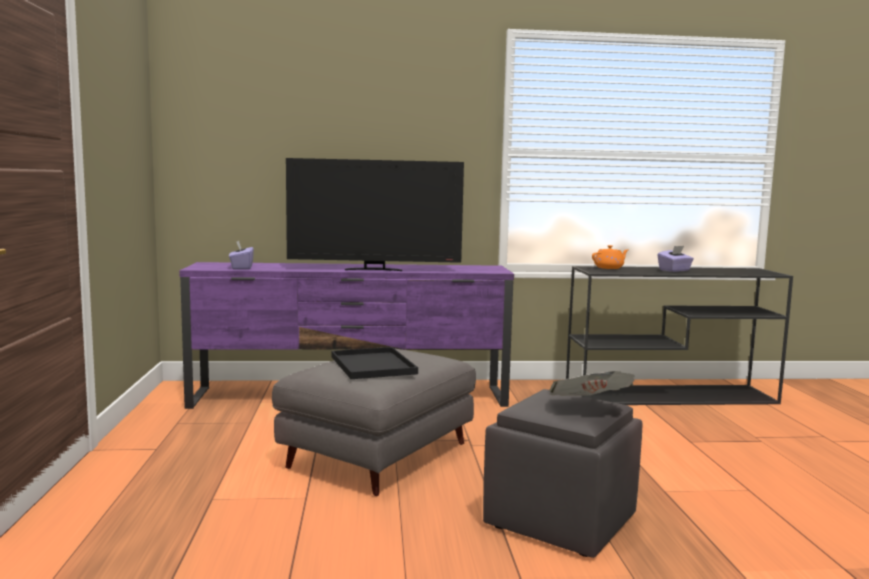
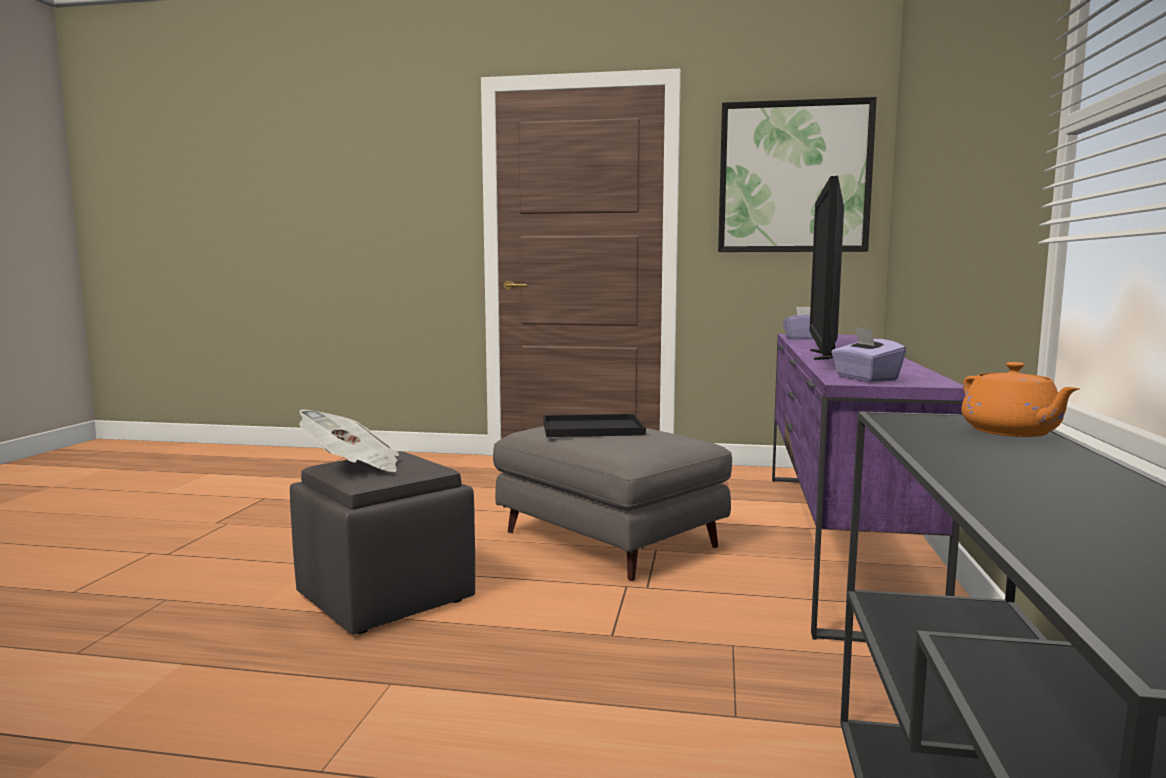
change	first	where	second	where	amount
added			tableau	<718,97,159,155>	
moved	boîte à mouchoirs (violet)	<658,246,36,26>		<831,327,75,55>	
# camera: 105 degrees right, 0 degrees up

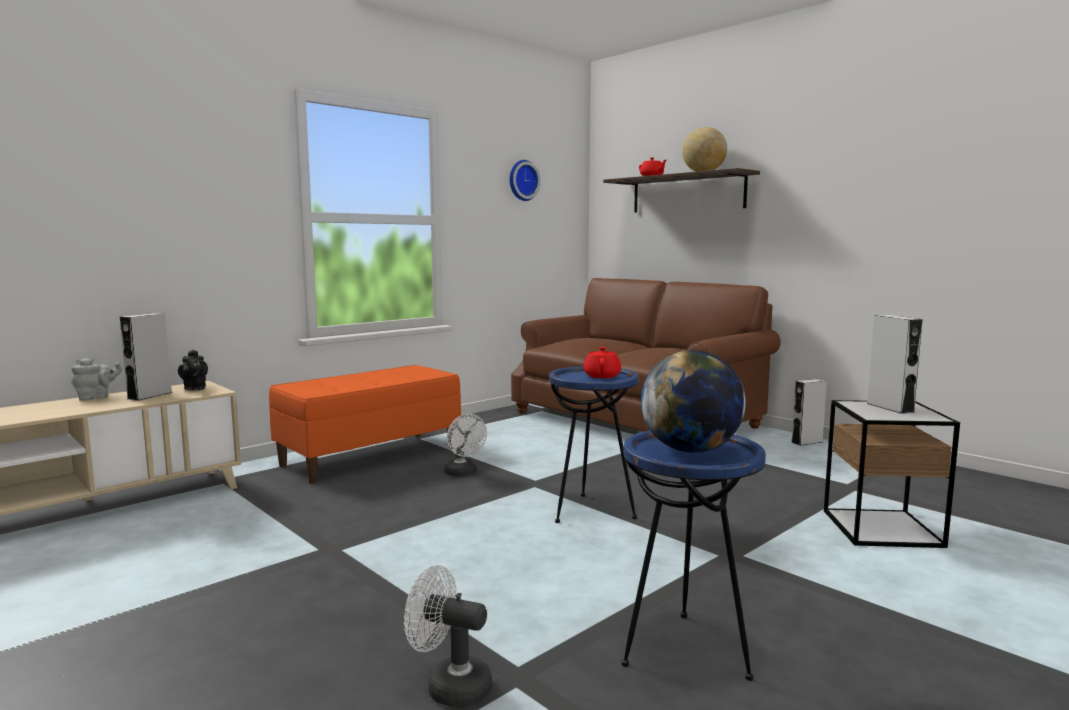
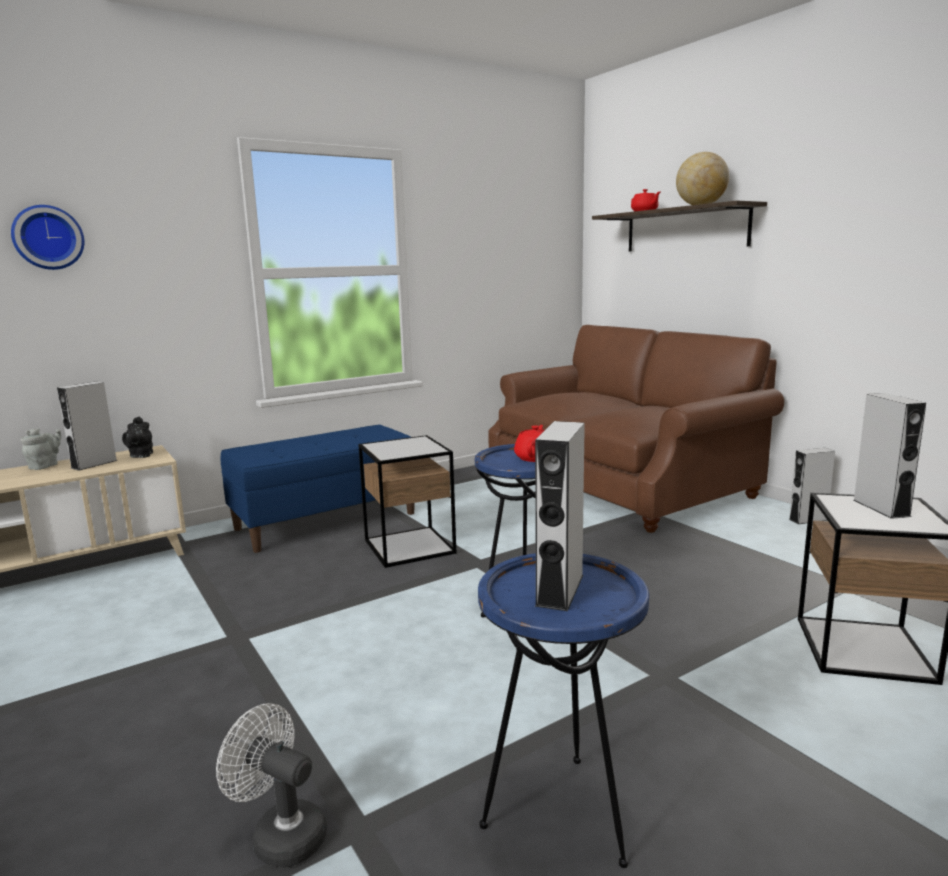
change	first	where	second	where	amount
moved	horloge murale	<510,160,31,41>		<11,205,73,65>	
replaced	ventilateur (blanc)	<444,414,43,63>	table d'appoint	<358,435,98,133>	
replaced	globe	<641,350,105,103>	enceinte (gris)	<535,421,50,190>	
recoloured	banc (orange)	<269,365,192,119>	banc (bleu)	<220,425,195,128>	
turned	théière (gris)	<71,358,51,43>		<20,428,42,42>	45 degrees counterclockwise
# camera: 10 degrees right, 5 degrees up

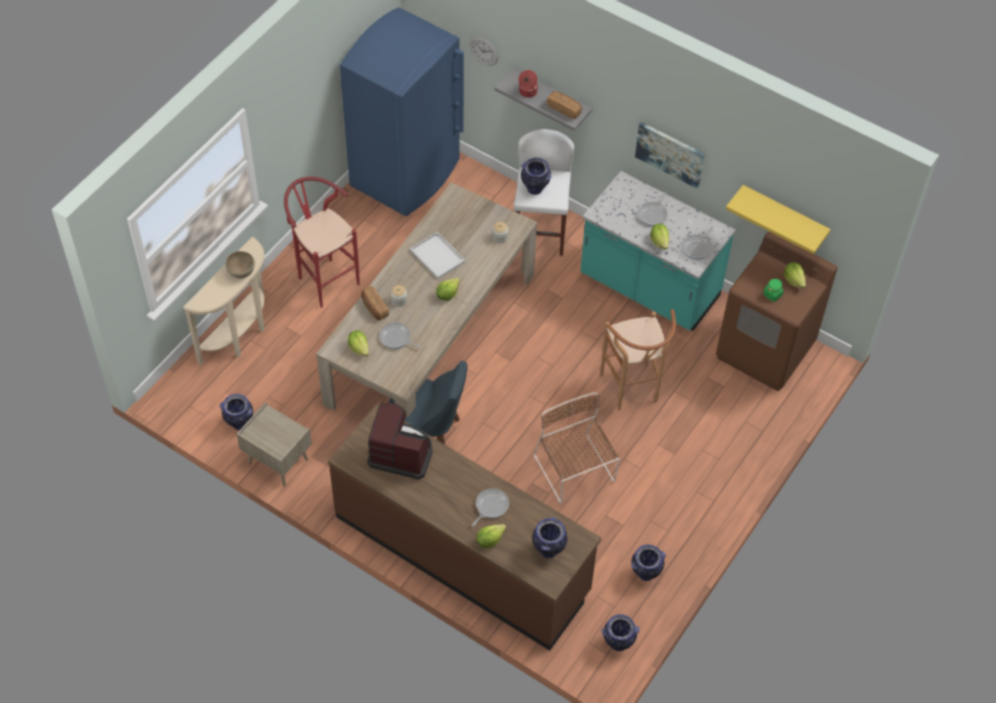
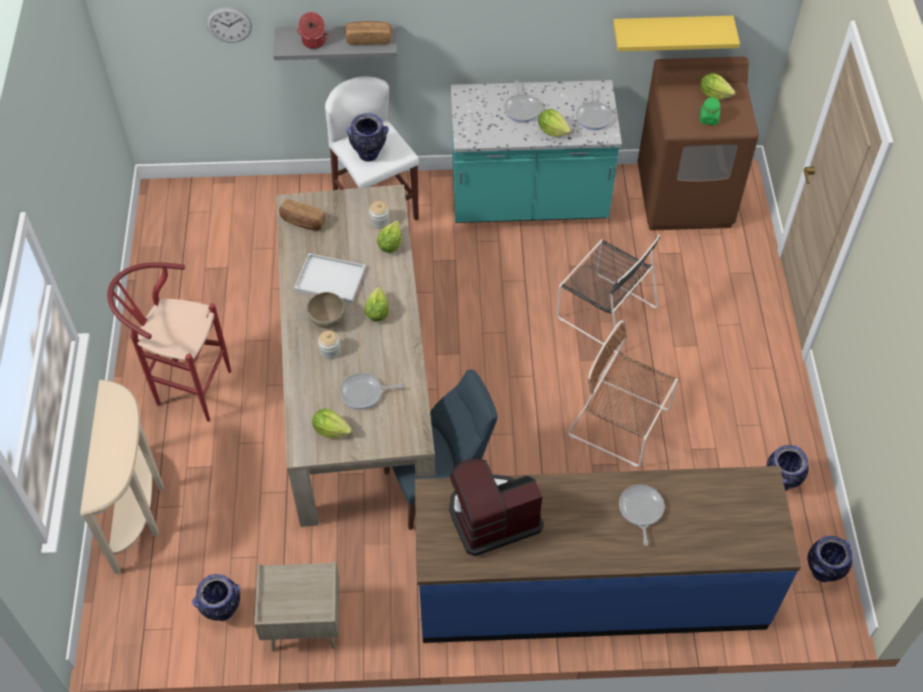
change	first	where	second	where	amount
removed	réfrigérateur (bleu)	<340,7,124,209>			
removed	vase	<532,517,35,41>			
removed	tableau	<635,122,70,66>			
moved	bol (marron)	<225,251,30,27>		<306,292,40,36>	
moved	pain	<361,286,28,34>		<279,199,47,32>	
moved	laitue	<477,524,29,24>		<377,220,25,32>	
replaced	tabouret (marron)	<600,309,76,102>	chaise (noir)	<557,234,103,119>	
recoloured	comptoir de cuisine (marron)	<328,404,273,247>	comptoir de cuisine (bleu)	<415,466,386,177>	
# camera: 35 degrees left, 0 degrees up

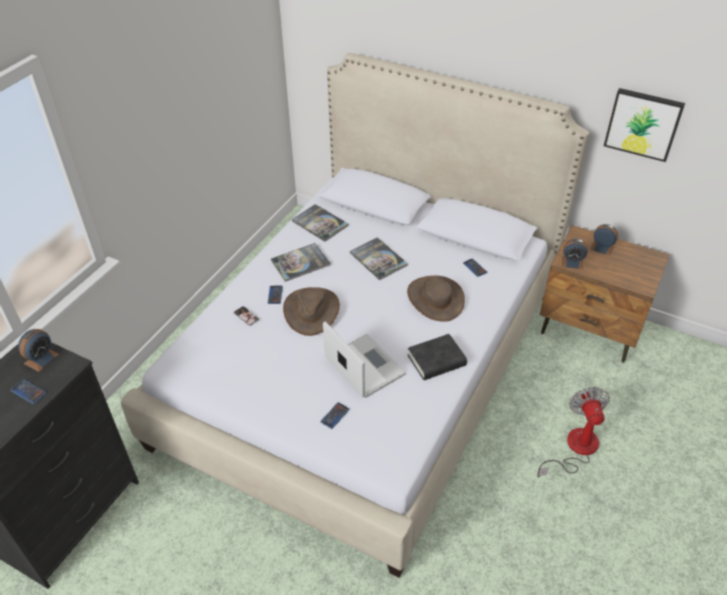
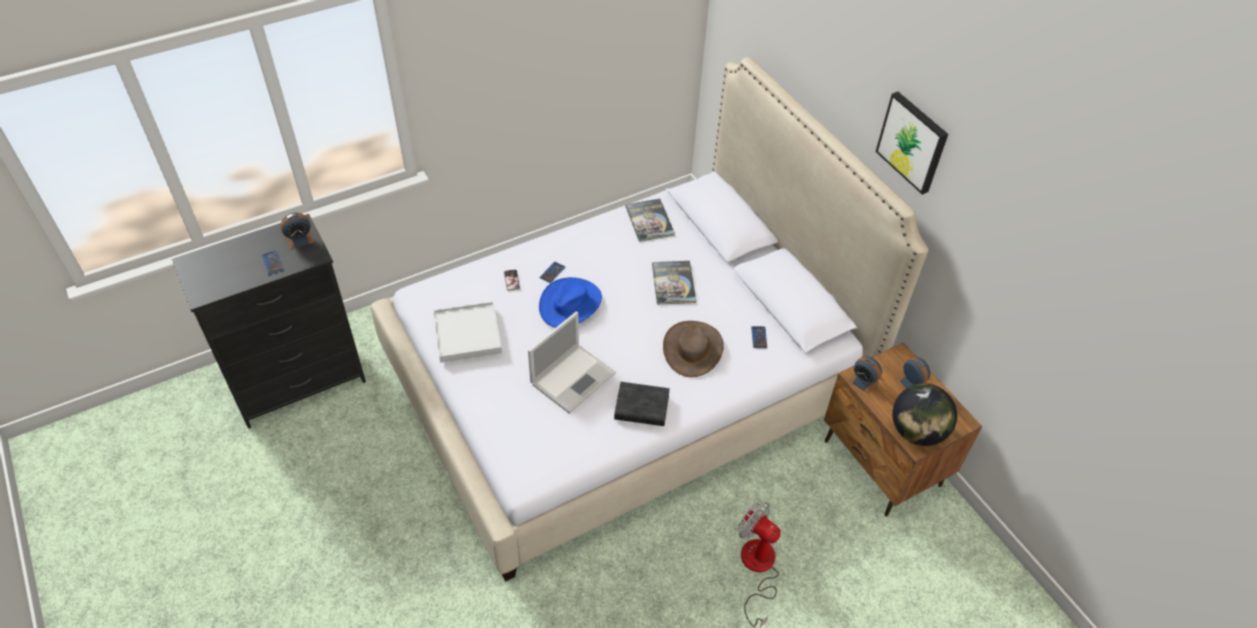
change	first	where	second	where	amount
removed	livre	<271,243,59,39>			
removed	téléphone	<320,402,30,27>			
added			plateau (blanc)	<434,302,68,61>	
added			globe	<892,383,65,63>	
moved	tableau	<604,88,81,74>		<876,92,72,102>	
recoloured	chapeau (marron)	<283,287,57,49>	chapeau (bleu)	<539,277,63,51>	
turned	ordinateur portable	<323,321,83,77>		<528,312,88,102>	45 degrees clockwise
turned	ventilateur	<537,387,73,91>		<738,501,43,127>	75 degrees counterclockwise
# camera: 30 degrees right, 5 degrees up

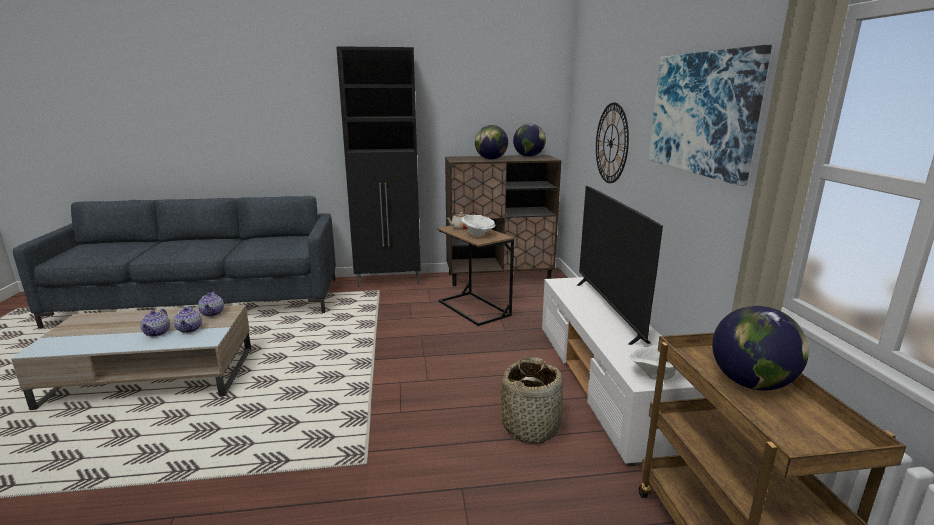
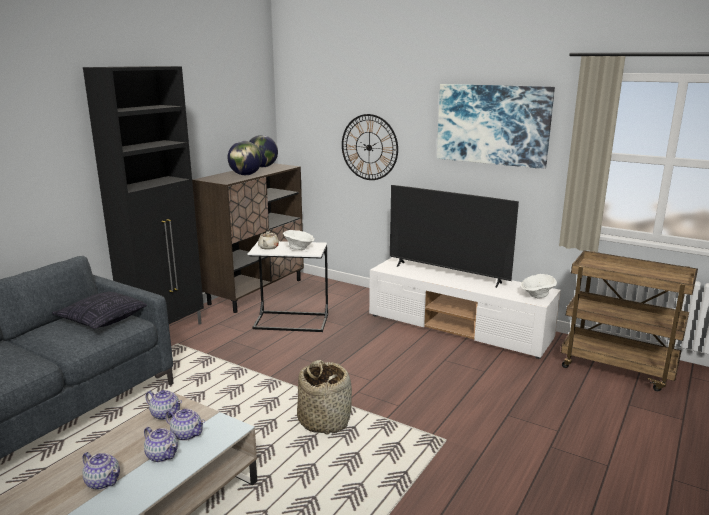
change	first	where	second	where	amount
removed	globe	<712,306,97,84>			
added			coussin	<52,292,95,37>	
added			théière	<82,452,38,38>	
moved	panier	<501,357,62,87>		<297,360,55,74>	
recoloured	table d'appoint (marron)	<437,226,77,100>	table d'appoint (blanc)	<248,241,80,91>	
# camera: 50 degrees left, 0 degrees up

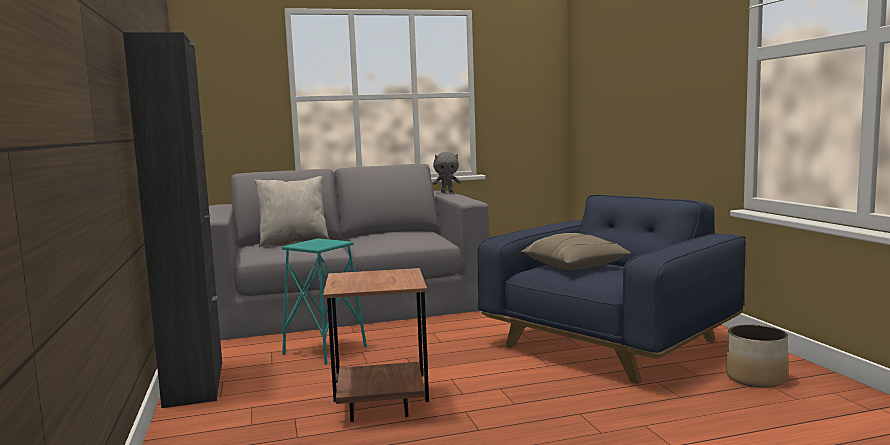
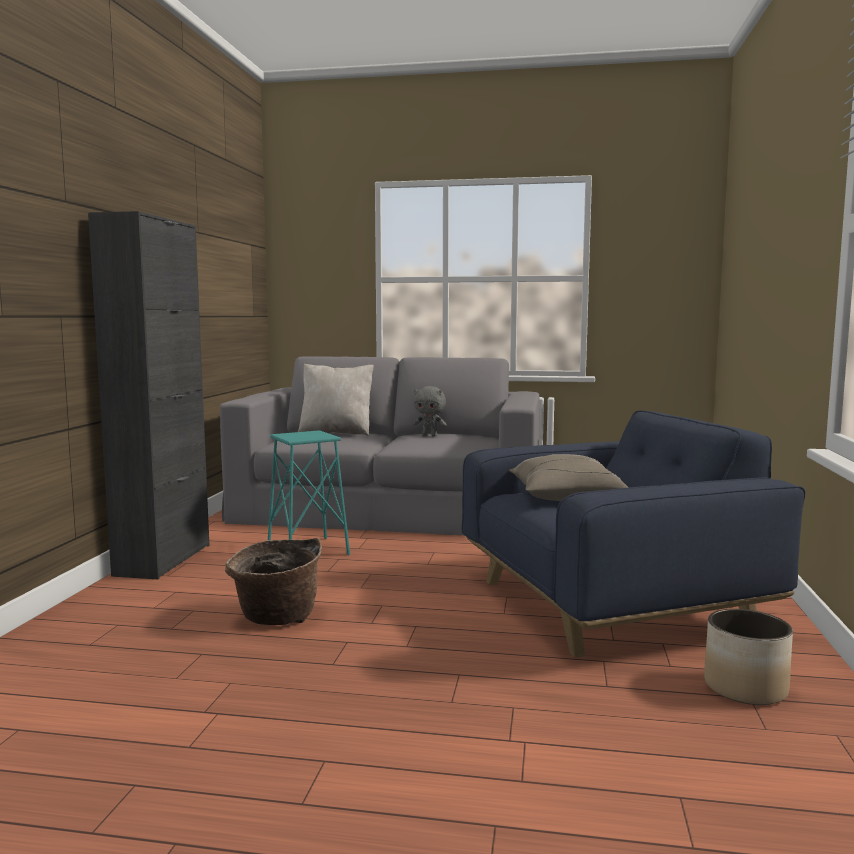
change	first	where	second	where	amount
moved	peluche (gris)	<433,152,28,41>		<413,386,34,51>	
replaced	table d'appoint (marron)	<323,268,106,154>	panier	<225,538,97,87>	
# camera: 25 degrees right, 0 degrees up

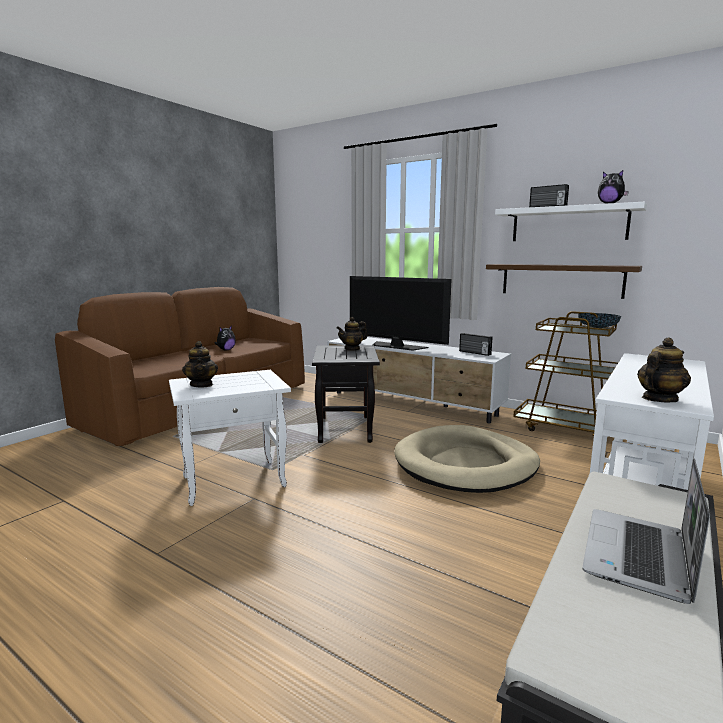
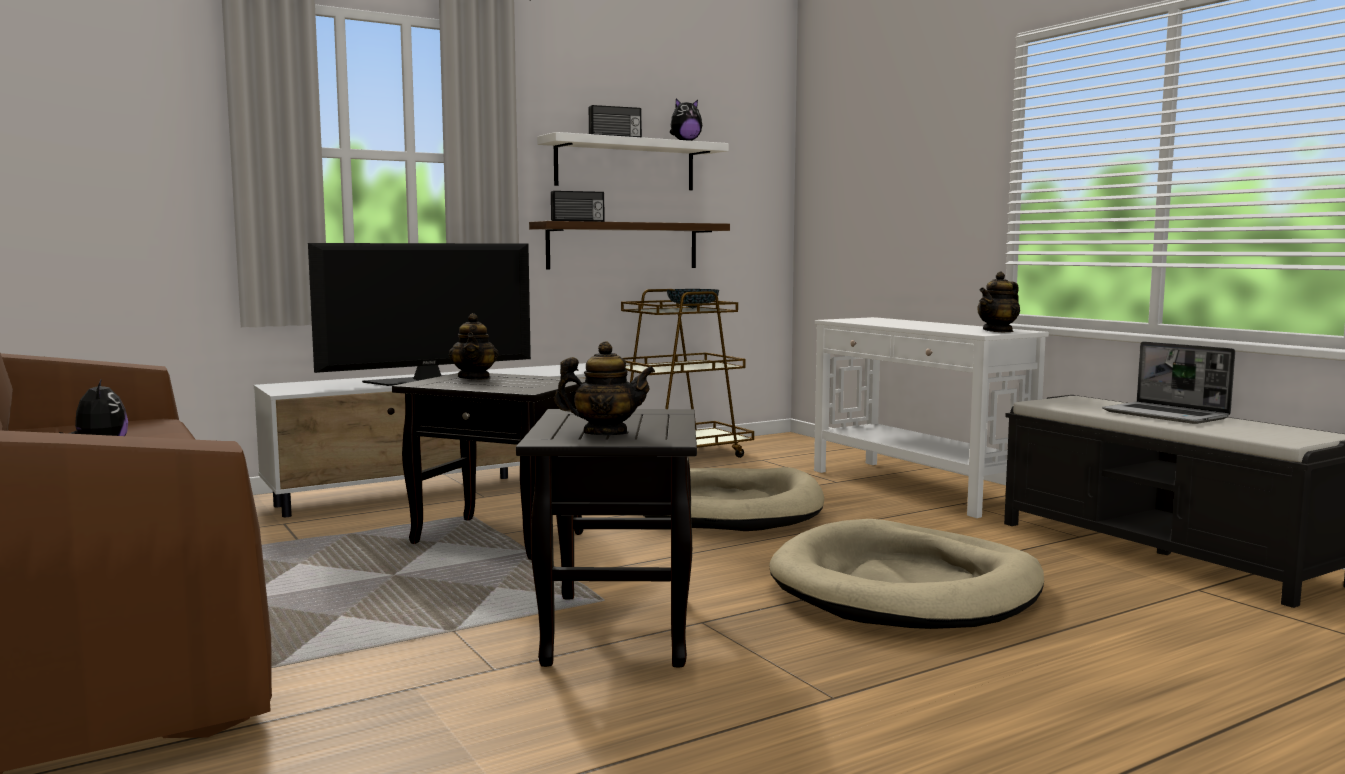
change	first	where	second	where	amount
added			panier pour chien (beige)	<769,519,275,110>	
moved	radio	<459,333,33,23>		<551,191,53,31>	
recoloured	table d'appoint (blanc)	<169,370,122,136>	table d'appoint (noir)	<516,409,181,258>	
turned	théière	<637,337,54,65>		<977,272,43,60>	120 degrees counterclockwise
# camera: 65 degrees left, 5 degrees down

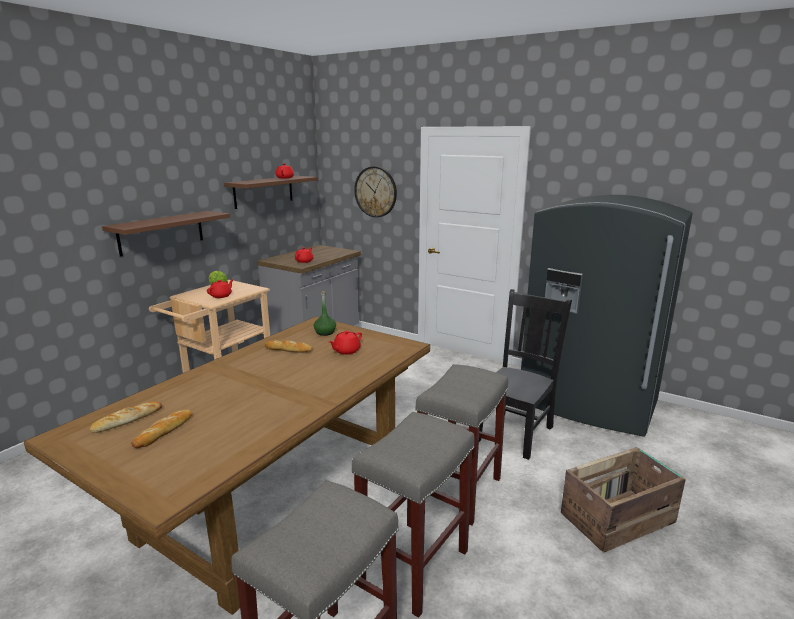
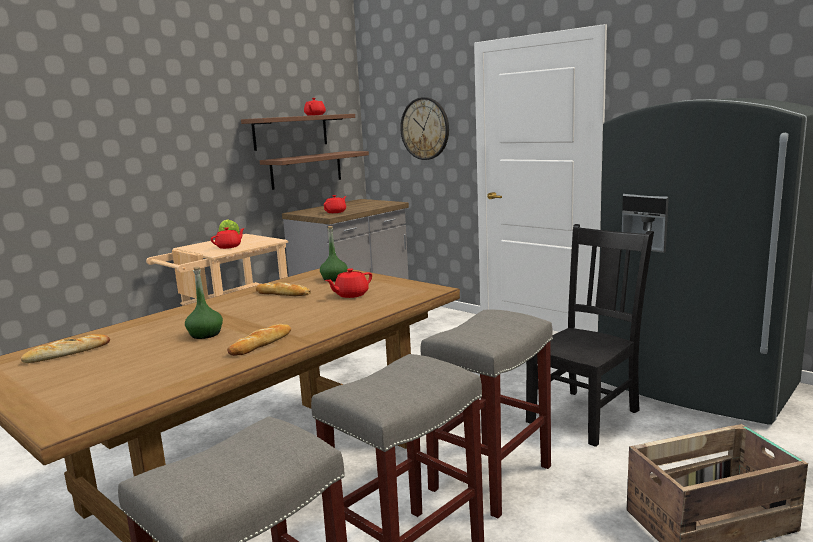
change	first	where	second	where	amount
added			bouteille (vert)	<185,266,38,73>	
moved	étagère (marron)	<102,211,128,46>		<260,151,109,39>	
moved	pain	<131,410,61,38>		<227,324,64,32>	
# camera: 10 degrees right, 5 degrees down

